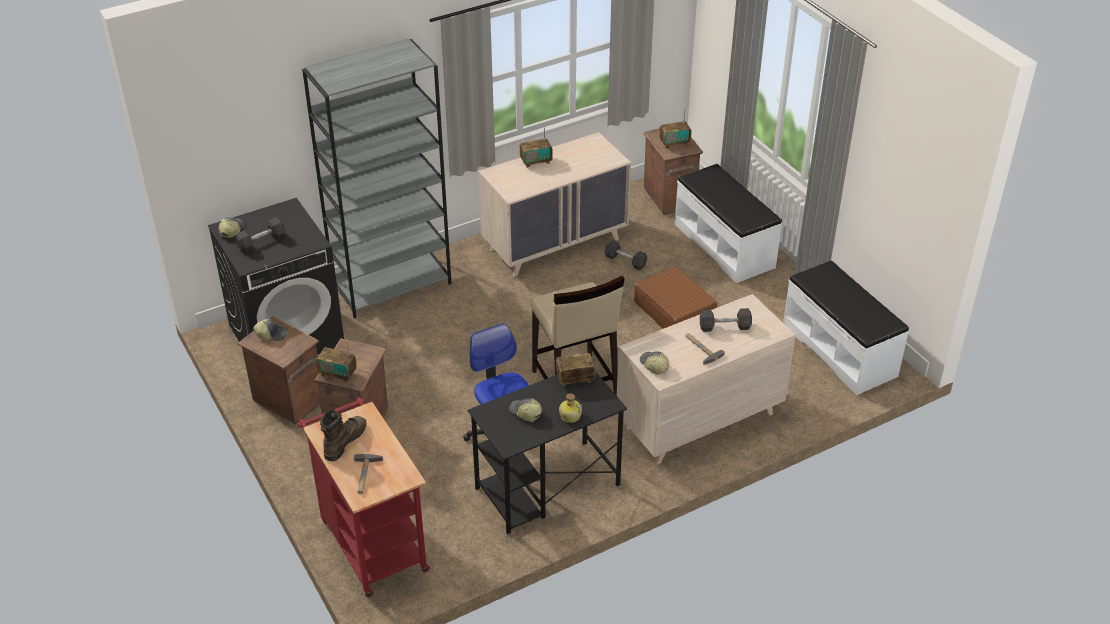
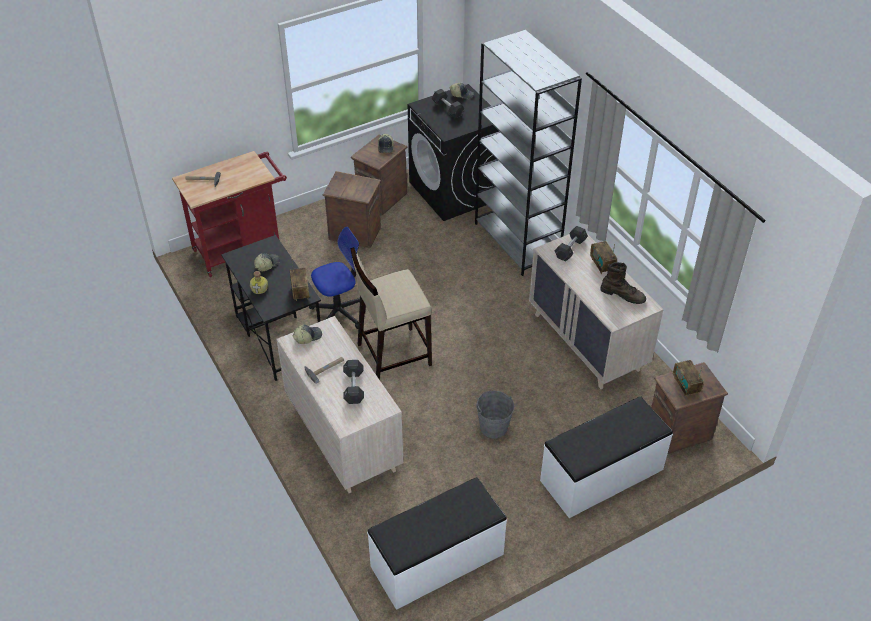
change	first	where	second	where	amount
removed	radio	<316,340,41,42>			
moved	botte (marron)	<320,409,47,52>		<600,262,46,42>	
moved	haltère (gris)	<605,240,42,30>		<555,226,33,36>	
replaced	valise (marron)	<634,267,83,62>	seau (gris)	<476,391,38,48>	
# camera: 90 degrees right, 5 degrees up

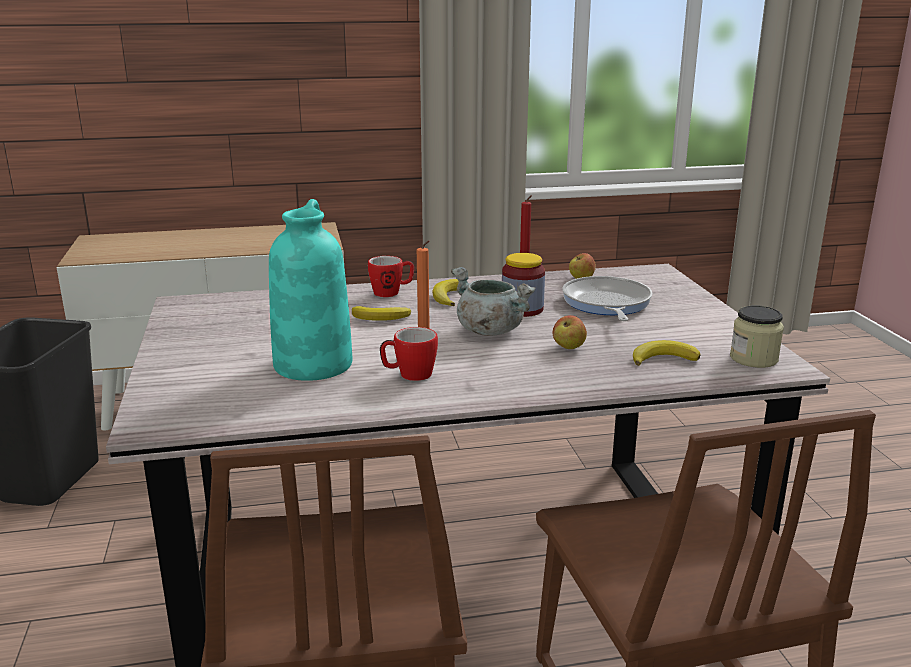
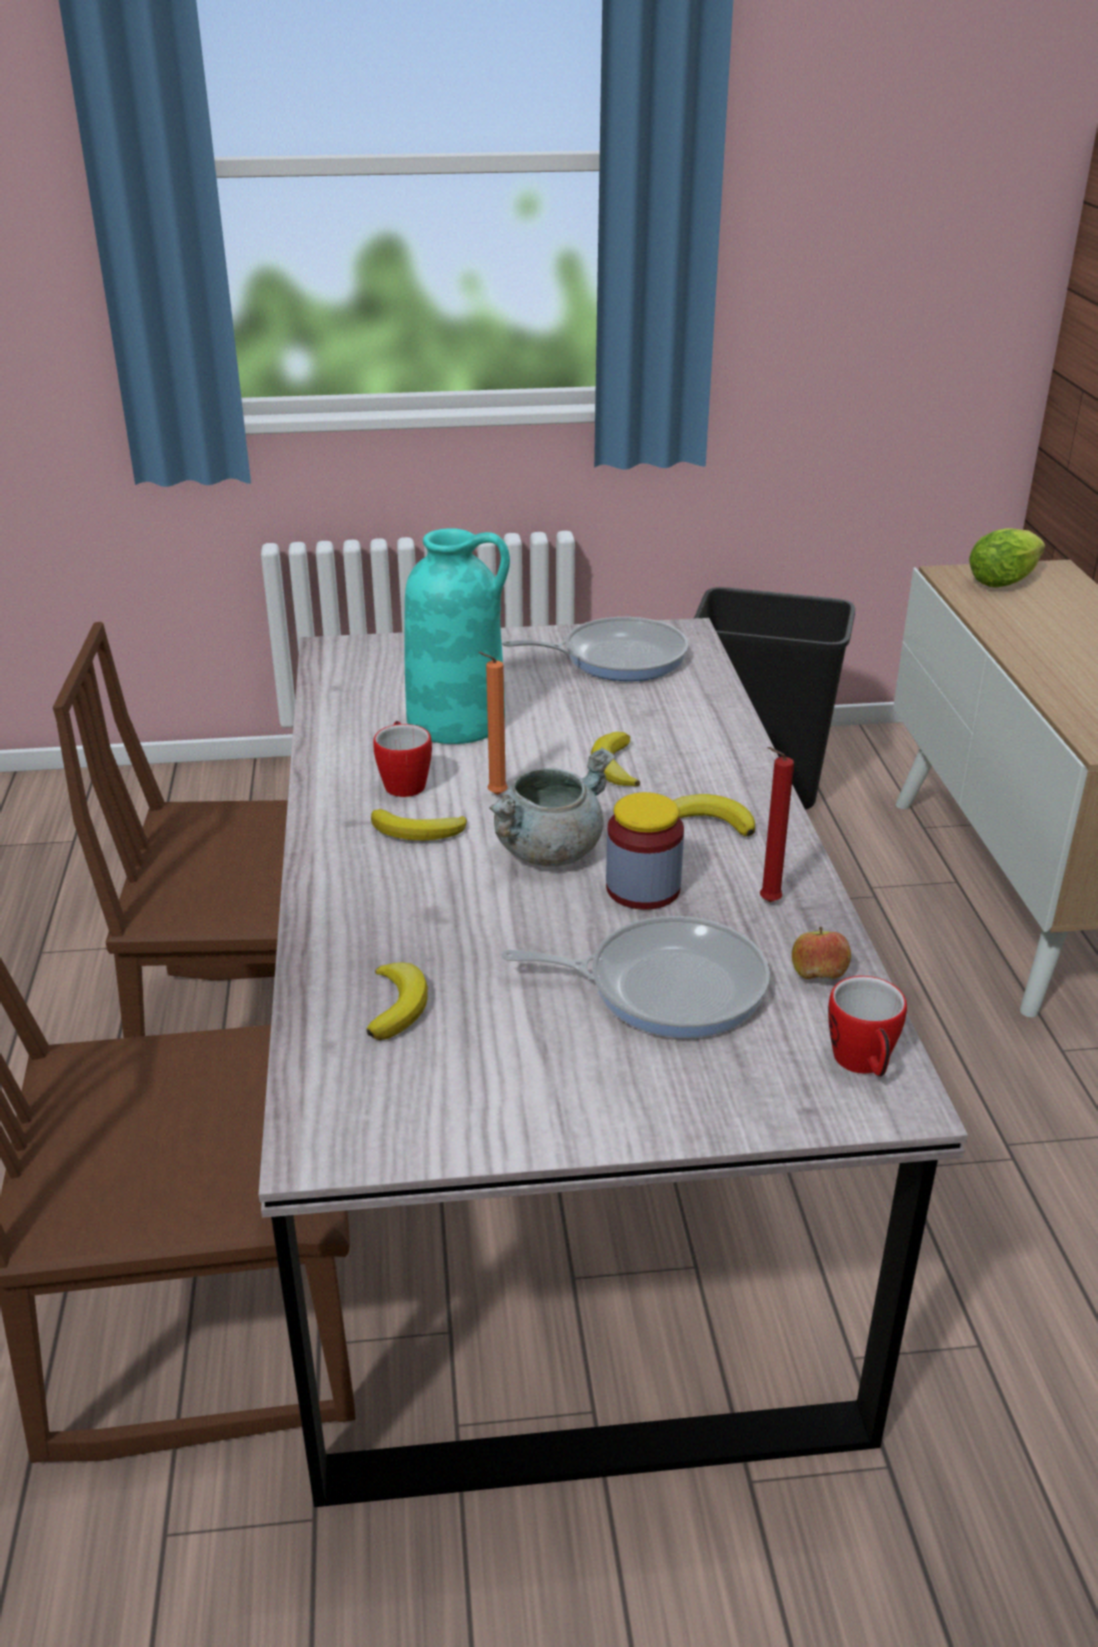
change	first	where	second	where	amount
removed	pomme	<553,315,34,34>			
removed	bocal	<730,305,54,63>			
added			banane	<371,809,96,31>	
added			poêle	<502,617,186,64>	
added			laitue	<969,528,76,60>	
moved	mug	<368,256,46,41>		<828,976,79,101>	
# camera: 95 degrees right, 10 degrees up

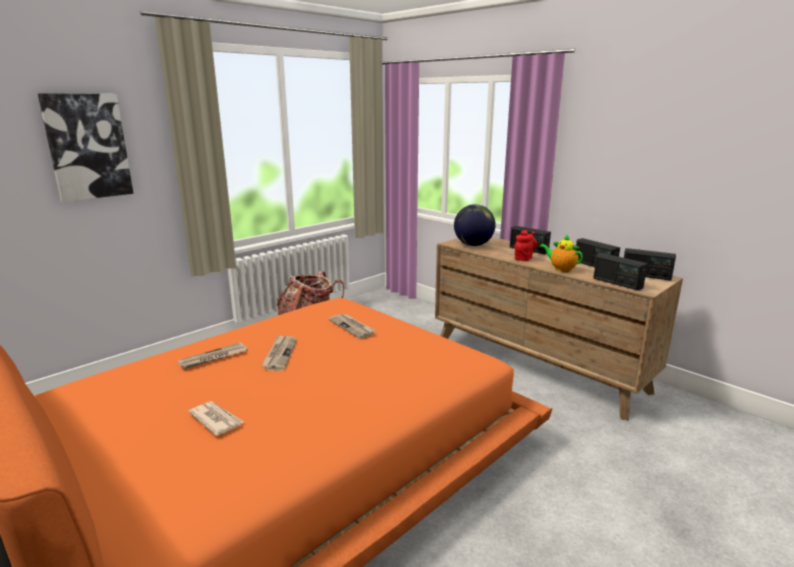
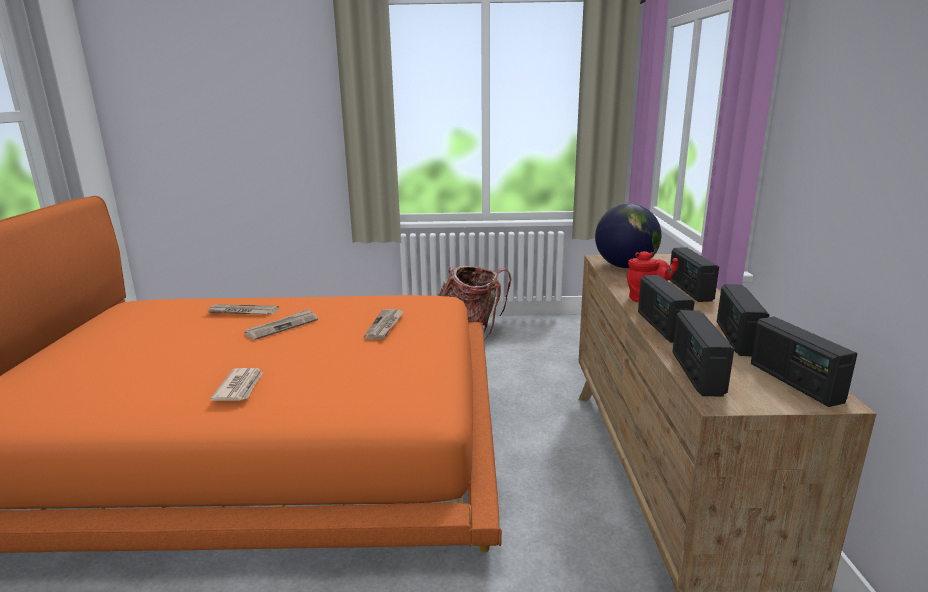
change	first	where	second	where	amount
removed	tableau	<38,94,96,108>			
moved	journal	<188,401,56,35>		<210,368,53,33>	
replaced	théière	<540,234,43,38>	radio	<638,275,57,68>	
# camera: 45 degrees right, 0 degrees up

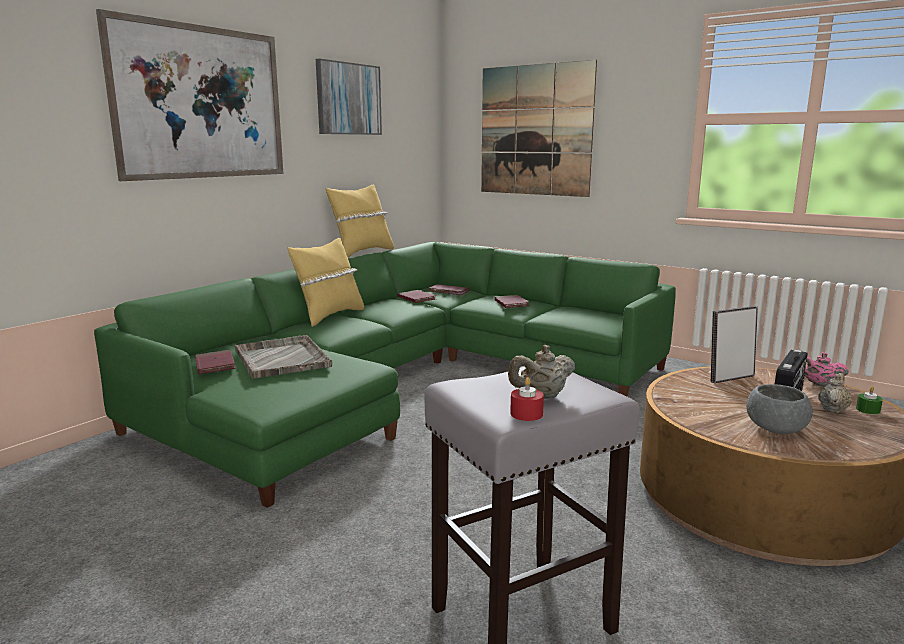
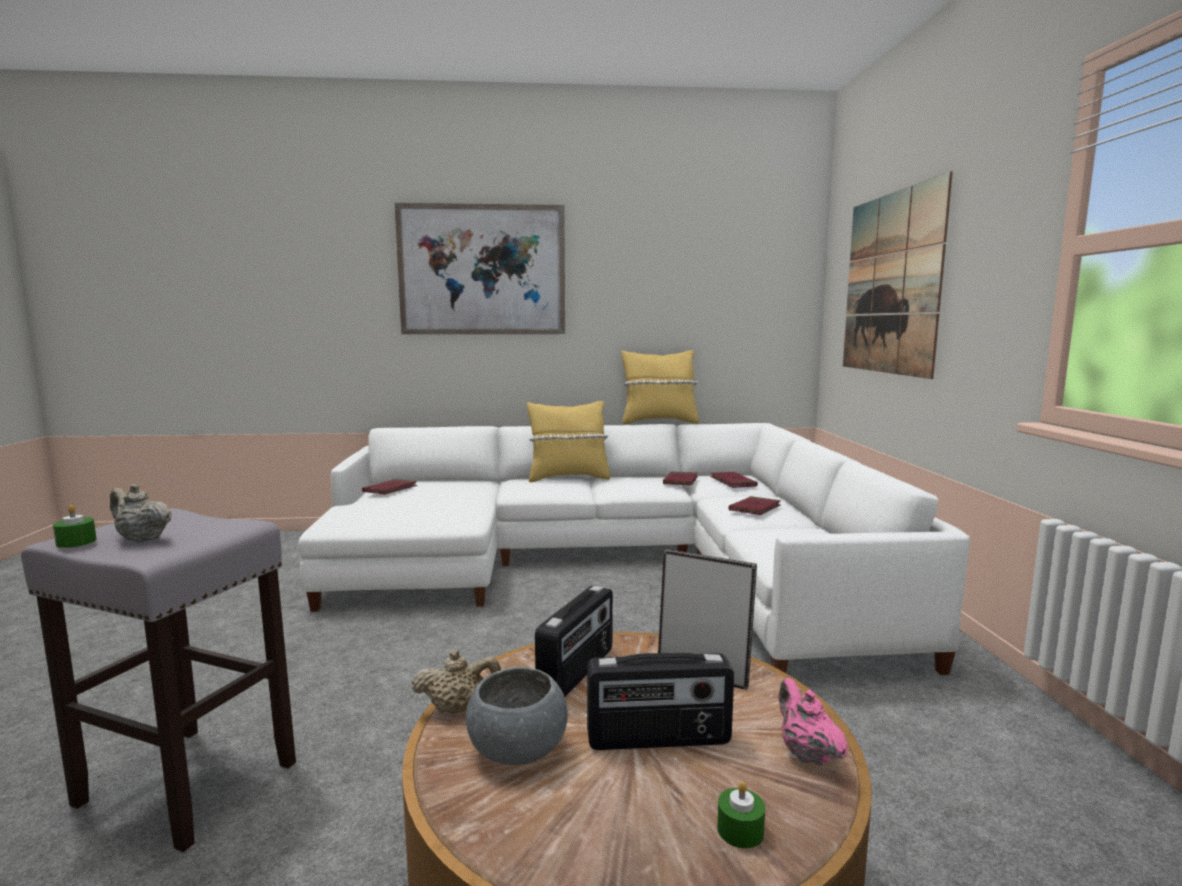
change	first	where	second	where	amount
removed	plateau (gris)	<235,335,97,43>			
removed	tableau	<316,59,66,76>			
added			radio	<535,586,78,111>	
moved	théière (beige)	<818,373,34,40>		<412,649,89,64>	
recoloured	canapé (vert)	<94,242,582,266>	canapé (blanc)	<298,423,672,252>	
recoloured	bougie (rouge)	<510,377,34,44>	bougie (vert)	<53,505,44,43>	
# camera: 50 degrees right, 5 degrees down

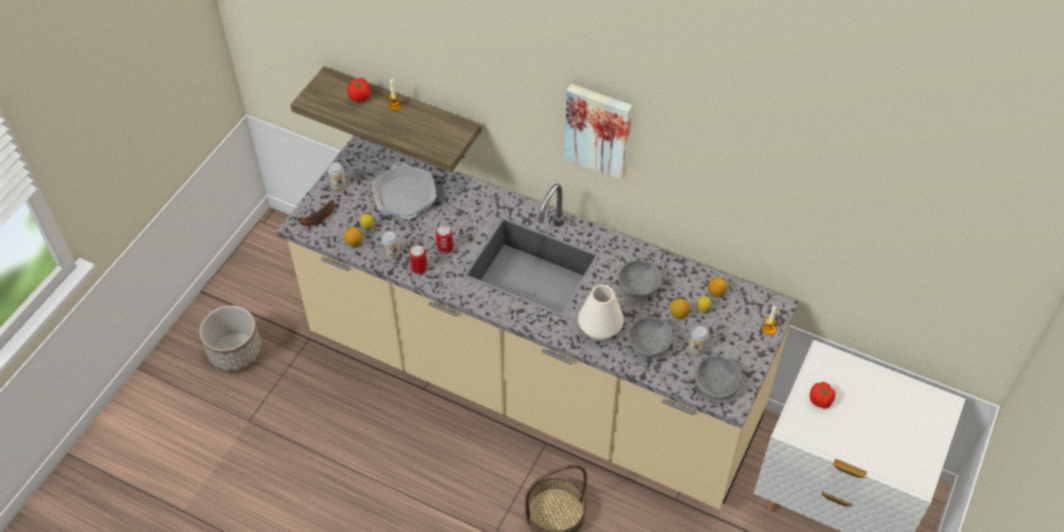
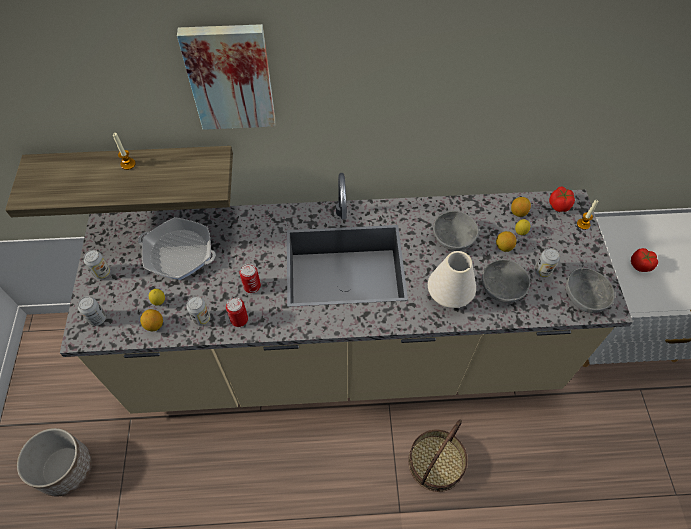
change	first	where	second	where	amount
moved	tomate	<347,78,24,24>		<549,186,26,26>	
moved	tableau	<565,84,68,96>		<177,24,98,106>	
replaced	banane	<293,200,42,26>	boîte métallique	<78,296,28,30>	
turned	poêle	<372,162,64,57>		<138,217,78,63>	150 degrees clockwise
# camera: 30 degrees left, 5 degrees up

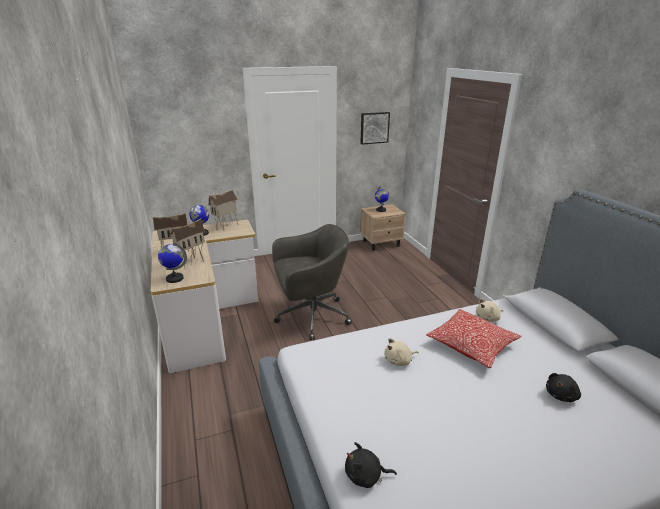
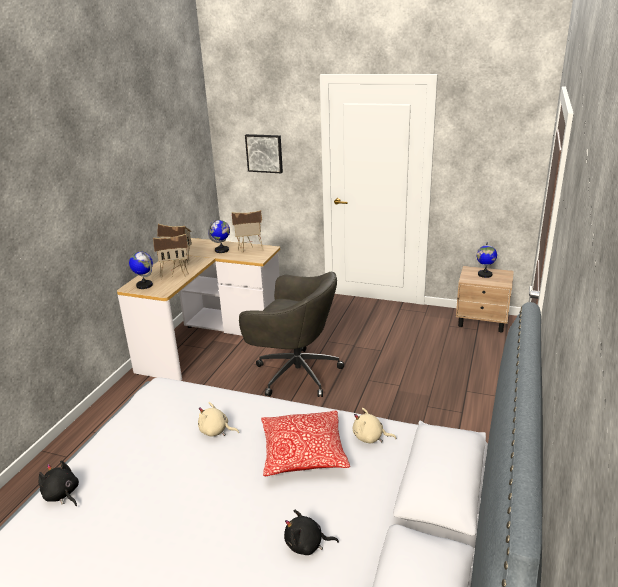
change	first	where	second	where	amount
moved	tableau	<360,112,30,33>		<245,134,38,39>	
# camera: 40 degrees right, 0 degrees up

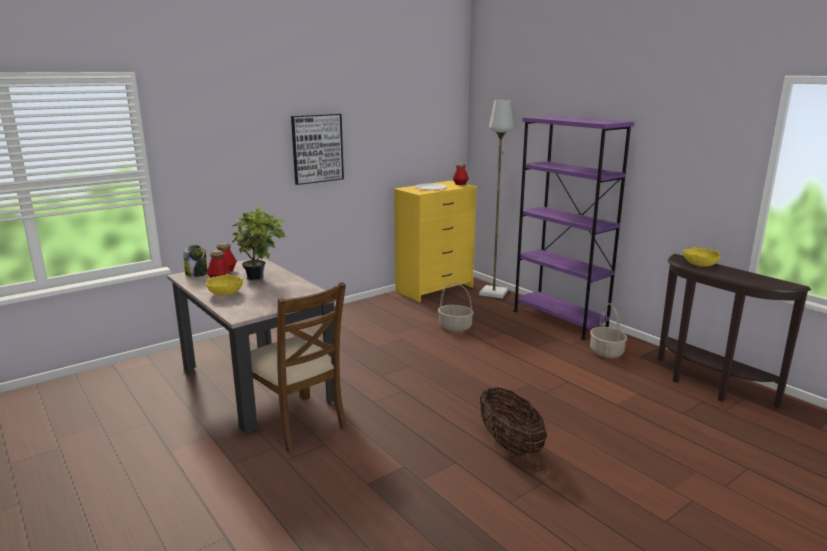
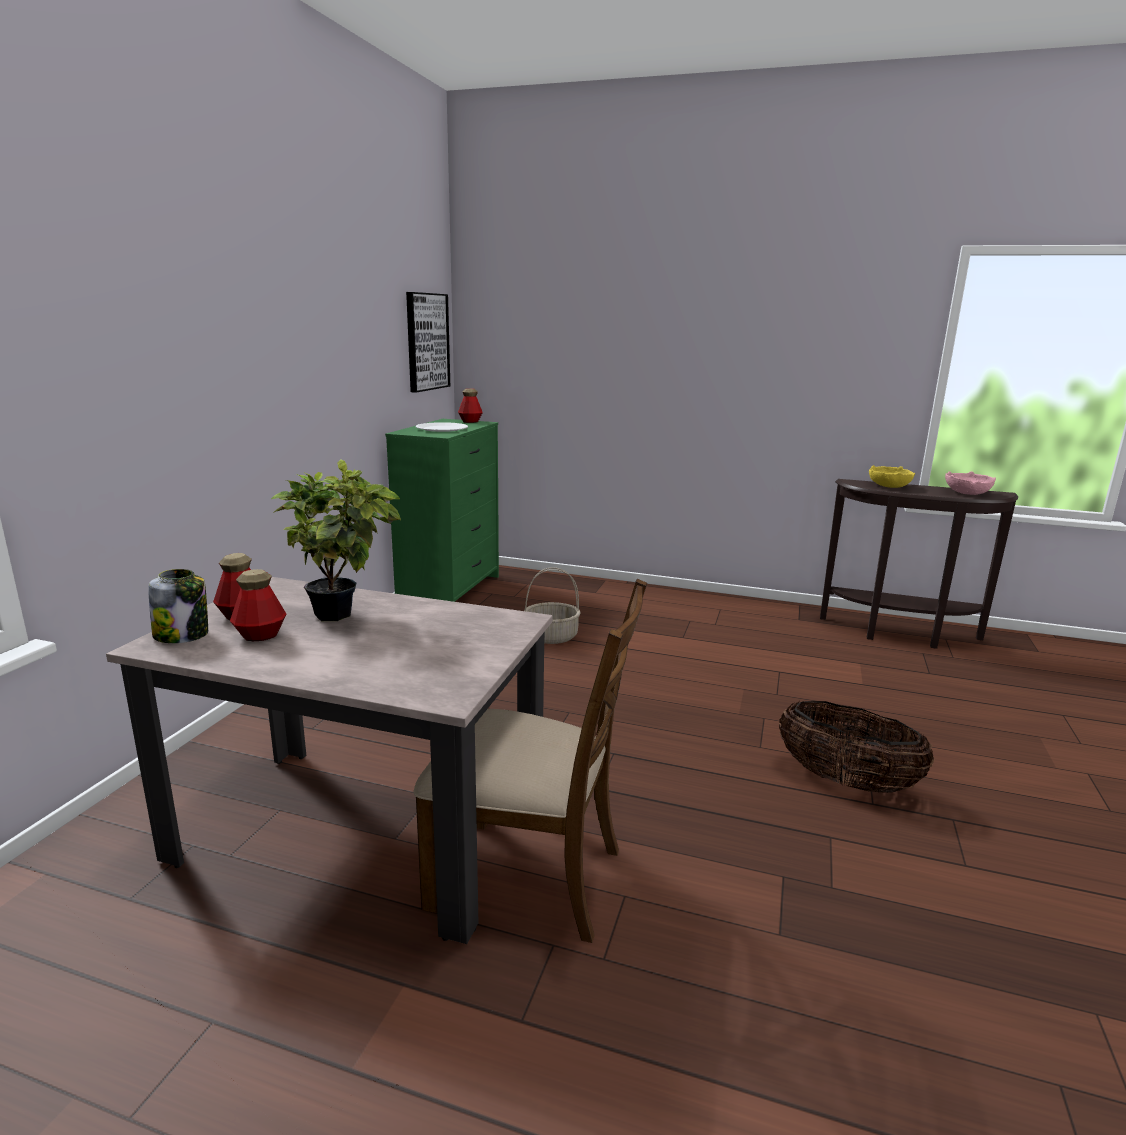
change	first	where	second	where	amount
removed	bol (jaune)	<206,274,37,21>			
removed	lampadaire (gris)	<479,100,35,198>			
removed	bibliothèque (violet)	<513,116,121,224>			
removed	panier	<590,303,37,55>			
added			bol (rose)	<945,471,51,24>	
moved	tableau	<291,114,53,71>		<406,292,44,101>	
recoloured	commode (jaune)	<394,181,83,121>	commode (vert)	<385,419,114,183>	
# camera: 35 degrees left, 0 degrees up

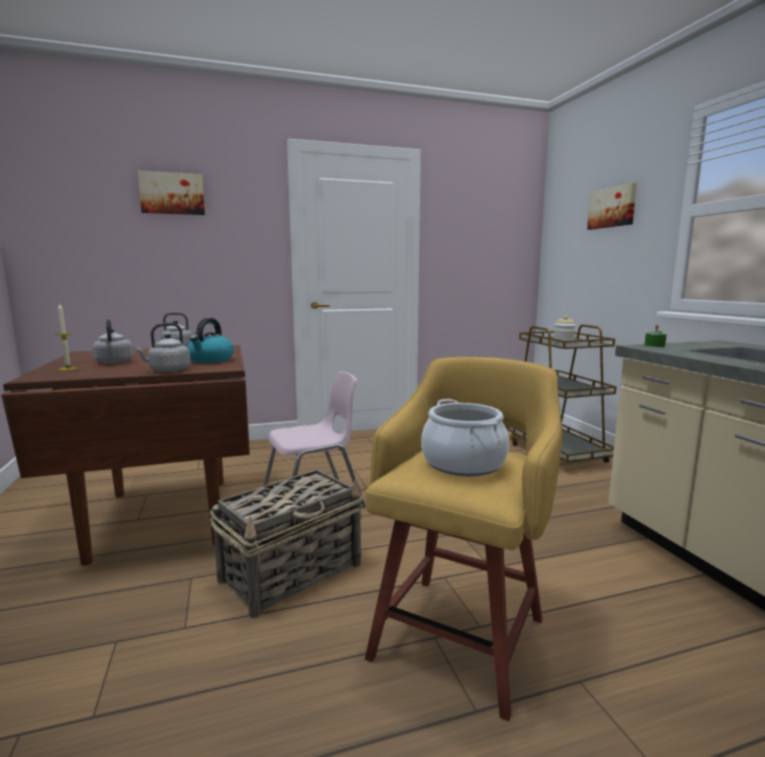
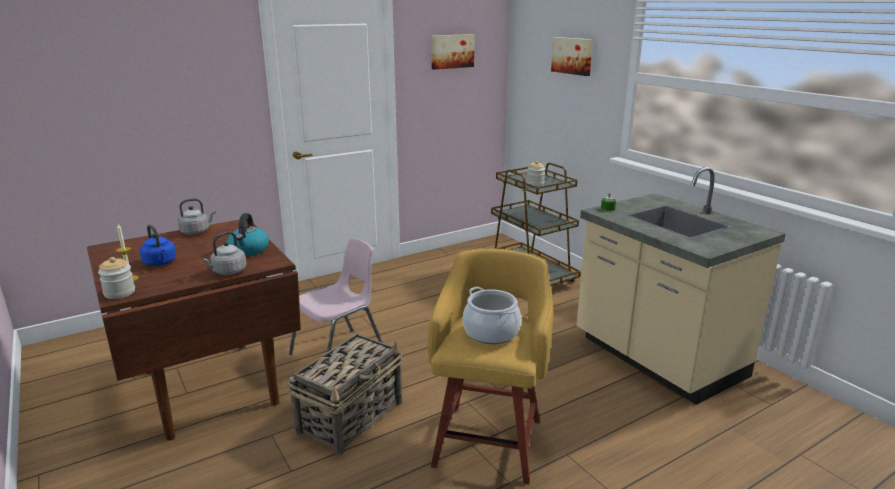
change	first	where	second	where	amount
added			bocal	<98,257,37,42>	
moved	tableau	<138,171,67,44>		<431,34,43,36>	
recoloured	bouilloire (gris)	<93,319,40,45>	bouilloire (bleu)	<140,225,36,41>	
# camera: 15 degrees left, 10 degrees up

